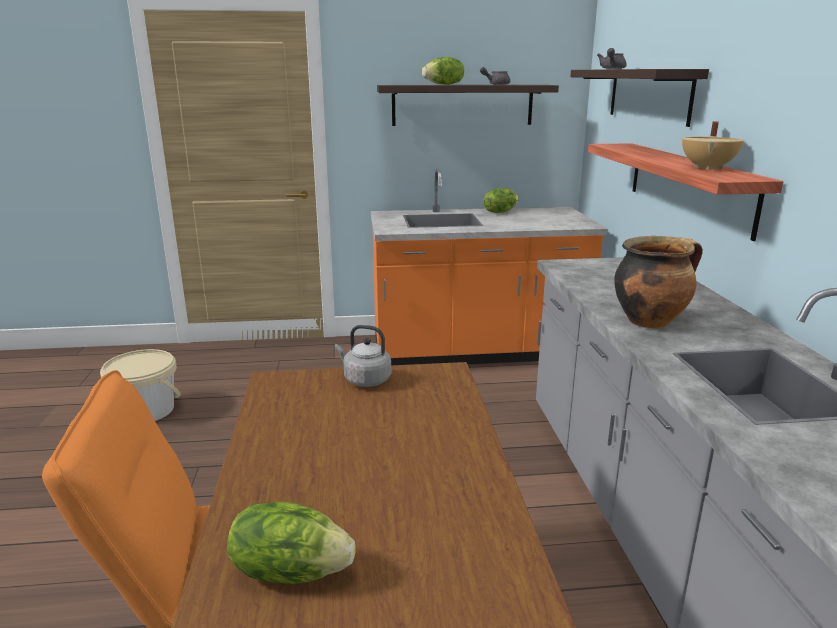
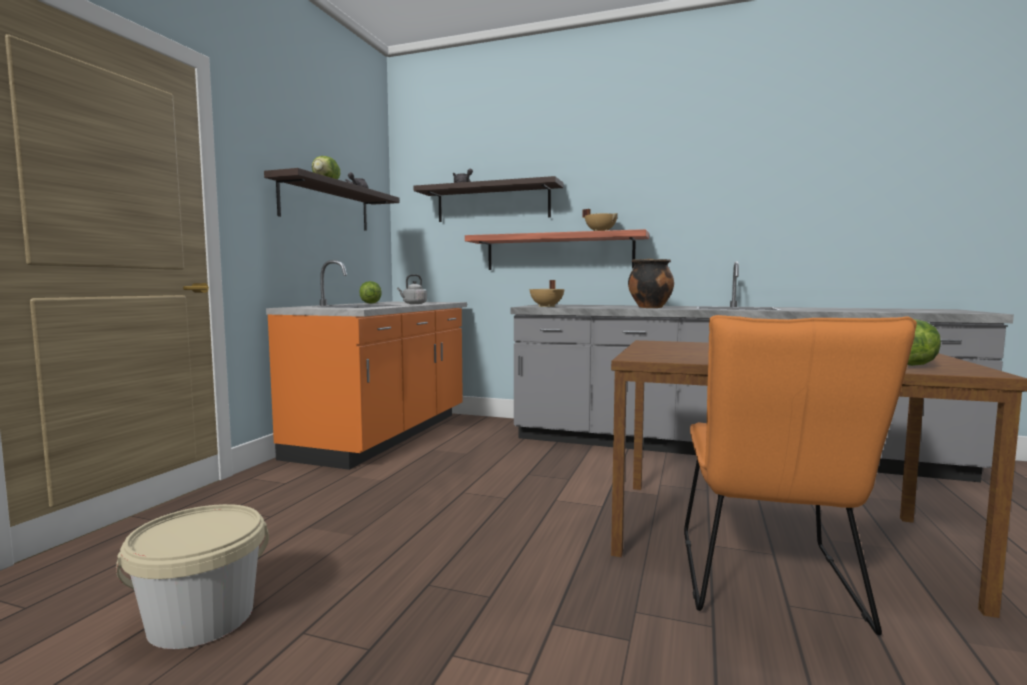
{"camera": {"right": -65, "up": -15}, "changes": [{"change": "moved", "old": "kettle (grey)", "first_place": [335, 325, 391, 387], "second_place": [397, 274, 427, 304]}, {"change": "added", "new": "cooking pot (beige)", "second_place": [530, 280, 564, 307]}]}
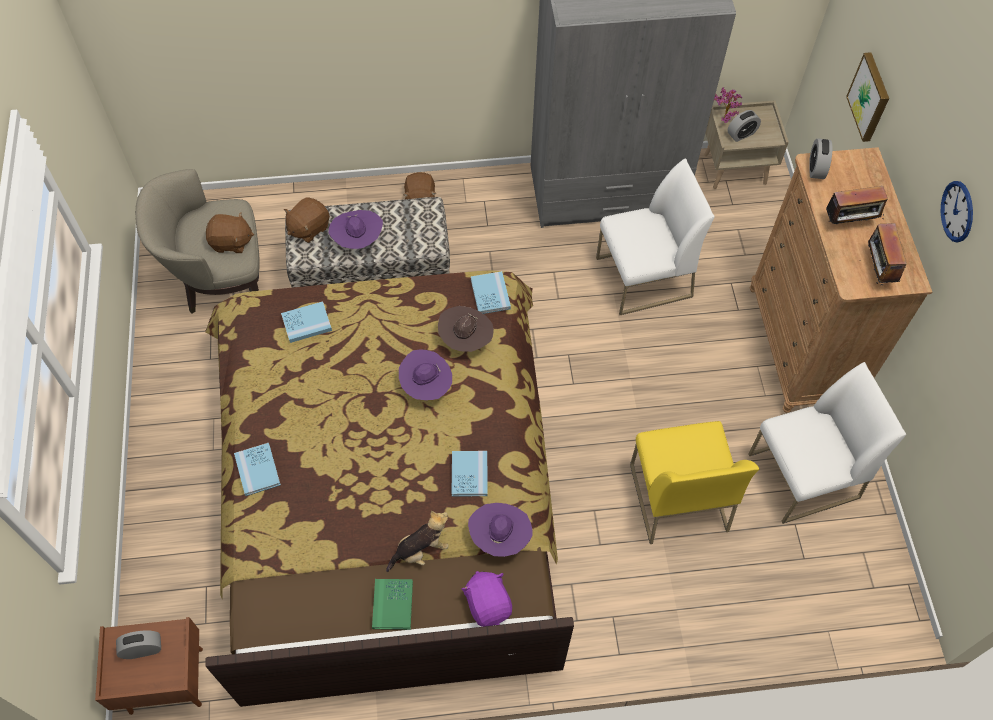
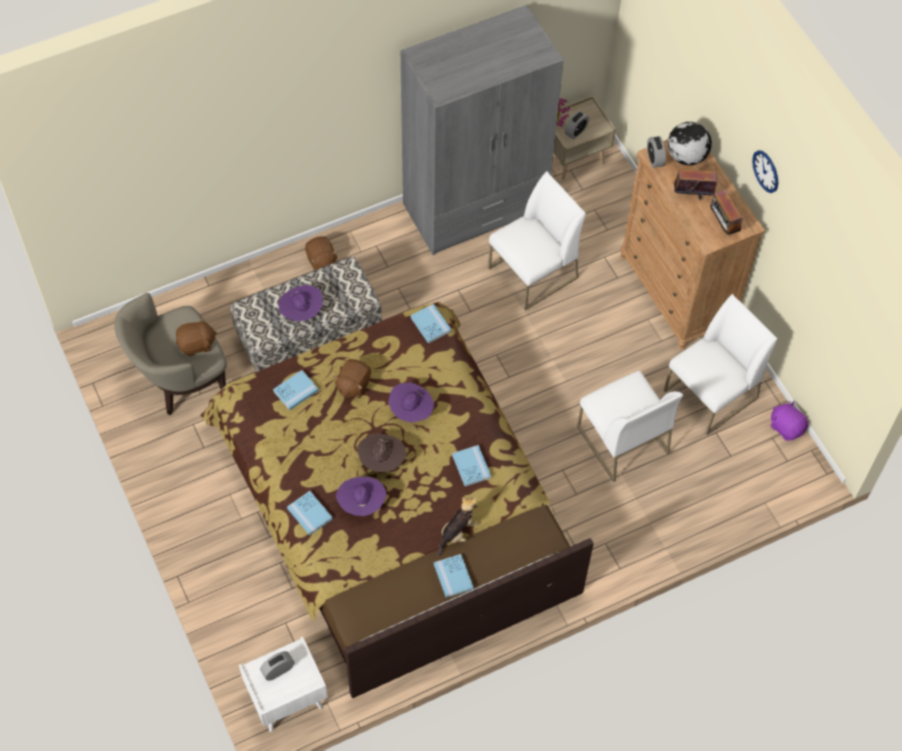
{"camera": {"right": -20, "up": 0}, "changes": [{"change": "removed", "old": "picture", "first_place": [846, 52, 889, 142]}, {"change": "turned", "old": "radio", "first_place": [826, 186, 888, 224], "second_place": [672, 165, 717, 200], "degrees": -150}, {"change": "moved", "old": "plush toy (brown)", "first_place": [284, 197, 330, 243], "second_place": [333, 359, 371, 398]}, {"change": "moved", "old": "hat (brown)", "first_place": [438, 306, 494, 352], "second_place": [357, 434, 406, 472]}, {"change": "recoloured", "old": "chair (yellow)", "new": "chair (white)", "first_place": [630, 421, 759, 544], "second_place": [577, 371, 683, 482]}, {"change": "moved", "old": "hat (purple)", "first_place": [468, 503, 533, 557], "second_place": [336, 477, 387, 516]}, {"change": "moved", "old": "plush toy (purple)", "first_place": [461, 571, 512, 627], "second_place": [771, 401, 809, 441]}, {"change": "recoloured", "old": "book (green)", "new": "book (blue)", "first_place": [372, 579, 413, 630], "second_place": [434, 554, 474, 598]}, {"change": "recoloured", "old": "nightstand (brown)", "new": "nightstand (white)", "first_place": [95, 617, 203, 715], "second_place": [239, 637, 328, 732]}, {"change": "added", "new": "globe", "second_place": [668, 122, 712, 165]}]}
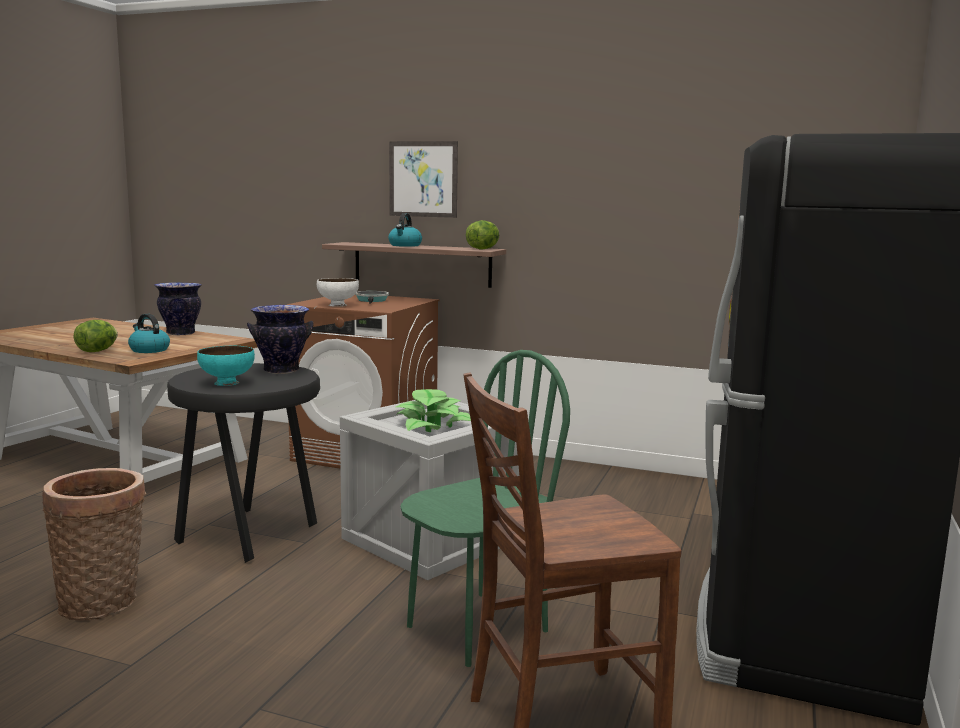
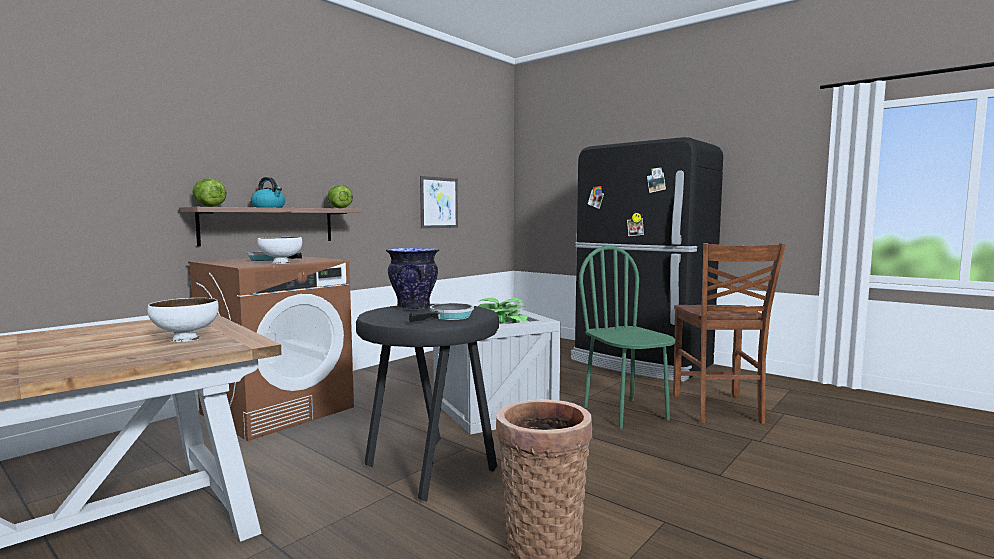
{"camera": {"right": -70, "up": -5}, "changes": [{"change": "moved", "old": "picture", "first_place": [389, 141, 458, 218], "second_place": [420, 176, 458, 229]}, {"change": "removed", "old": "vase", "first_place": [154, 283, 202, 335]}, {"change": "replaced", "old": "kettle", "new": "bowl (white)", "first_place": [128, 314, 170, 353], "second_place": [147, 298, 219, 342]}, {"change": "moved", "old": "lettuce", "first_place": [74, 320, 118, 352], "second_place": [192, 178, 227, 207]}, {"change": "replaced", "old": "bowl (turquoise)", "new": "frying pan", "first_place": [197, 346, 255, 386], "second_place": [409, 303, 474, 322]}]}
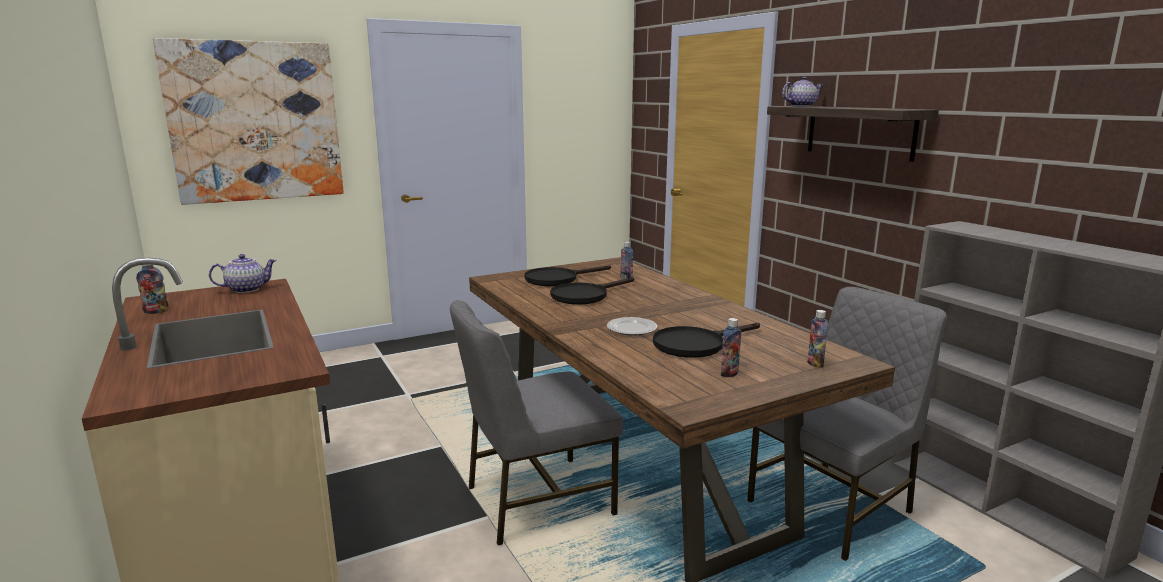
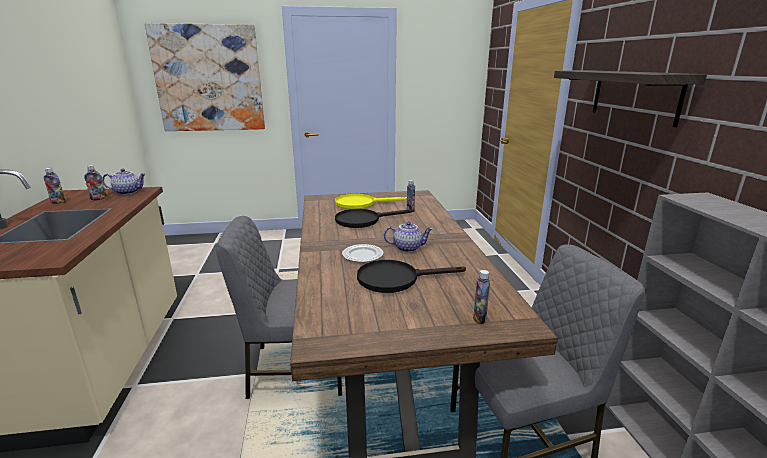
{"camera": {"right": 20, "up": 5}, "changes": [{"change": "moved", "old": "teapot", "first_place": [782, 77, 823, 107], "second_place": [384, 221, 433, 252]}, {"change": "recoloured", "old": "frying pan (black)", "new": "frying pan (yellow)", "first_place": [525, 265, 611, 286], "second_place": [335, 194, 407, 209]}, {"change": "moved", "old": "bottle", "first_place": [721, 318, 741, 377], "second_place": [84, 165, 106, 201]}]}
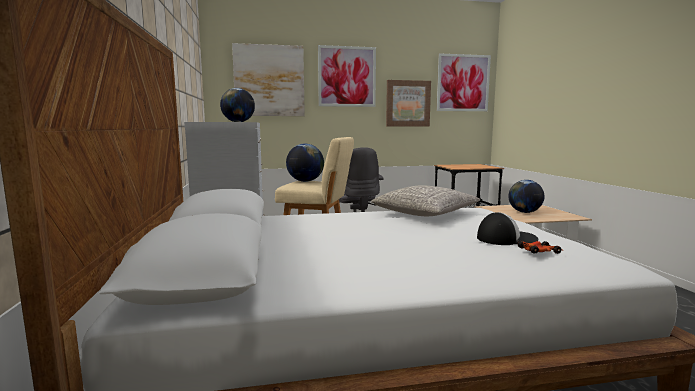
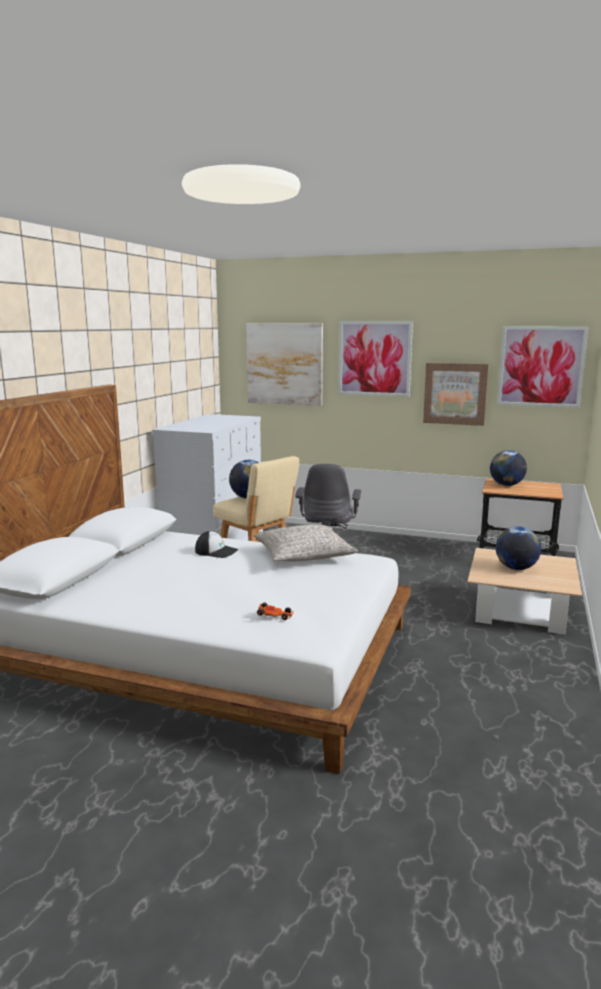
{"camera": {"right": 30, "up": 5}, "changes": [{"change": "moved", "old": "globe", "first_place": [220, 88, 255, 122], "second_place": [490, 450, 527, 486]}, {"change": "moved", "old": "cap", "first_place": [477, 212, 538, 245], "second_place": [195, 531, 238, 558]}]}
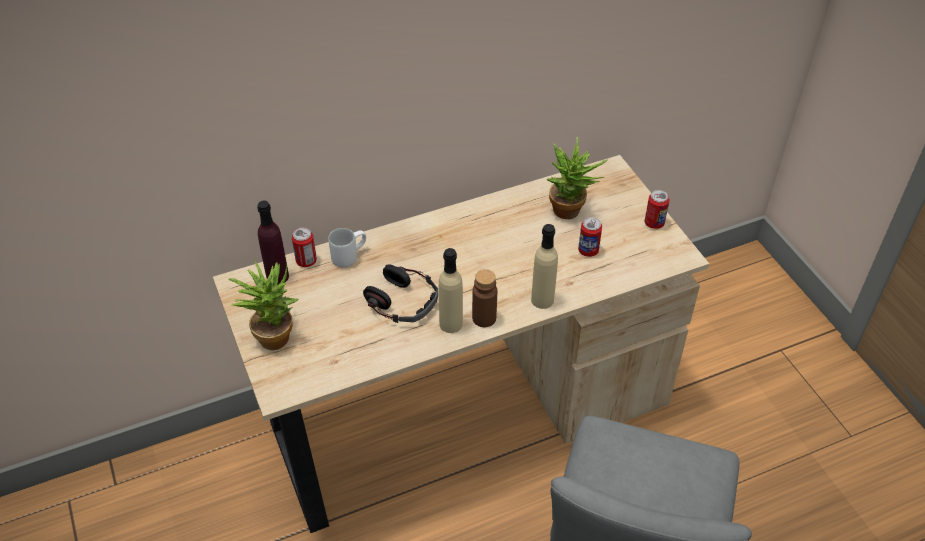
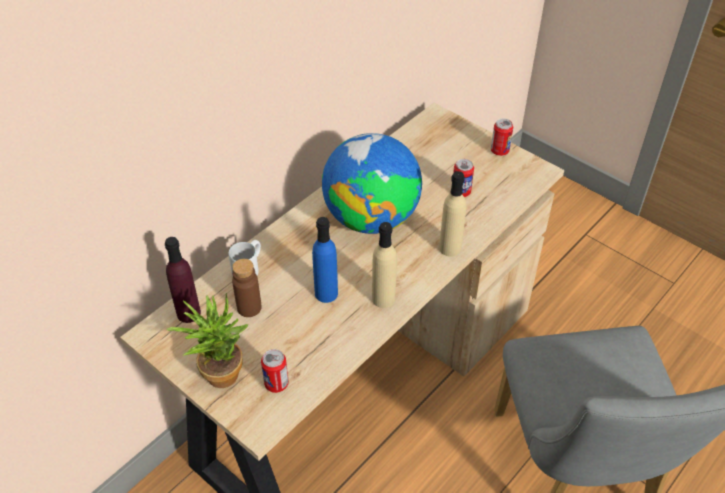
{"camera": {"right": -25, "up": 0}, "changes": [{"change": "removed", "old": "potted plant", "first_place": [546, 137, 608, 219]}, {"change": "moved", "old": "can", "first_place": [292, 227, 317, 267], "second_place": [261, 349, 289, 393]}, {"change": "replaced", "old": "headphones", "new": "bottle (blue)", "first_place": [363, 264, 438, 323], "second_place": [312, 217, 338, 303]}, {"change": "moved", "old": "bottle (brown)", "first_place": [472, 269, 497, 327], "second_place": [232, 259, 262, 317]}, {"change": "added", "new": "globe", "second_place": [322, 133, 422, 234]}]}
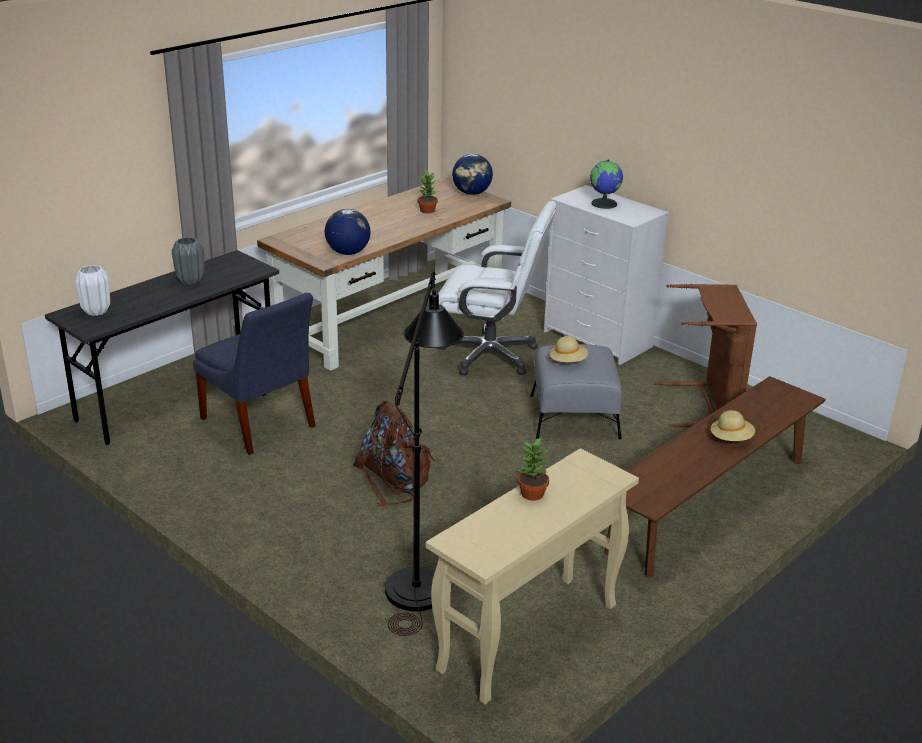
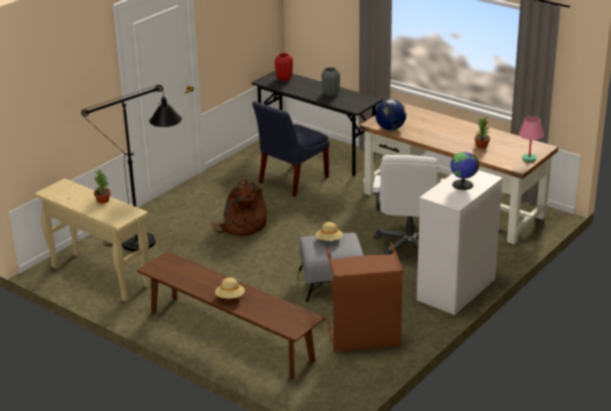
{"camera": {"right": 85, "up": 0}, "changes": [{"change": "replaced", "old": "globe", "new": "table lamp (pink)", "first_place": [452, 154, 493, 195], "second_place": [519, 116, 544, 162]}, {"change": "recoloured", "old": "vase (white)", "new": "vase (red)", "first_place": [75, 265, 110, 316], "second_place": [275, 53, 293, 81]}]}
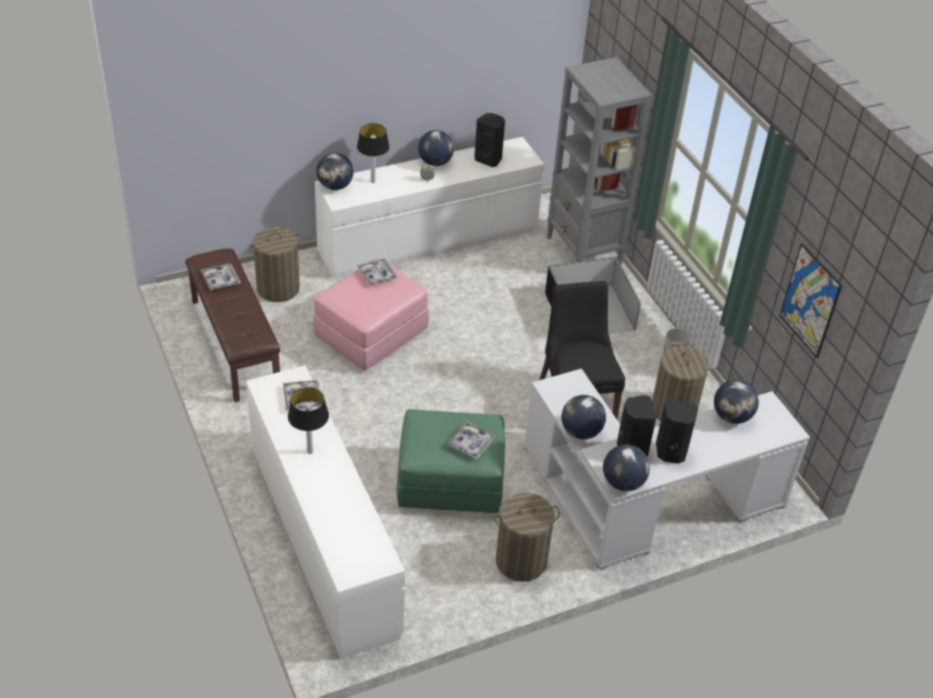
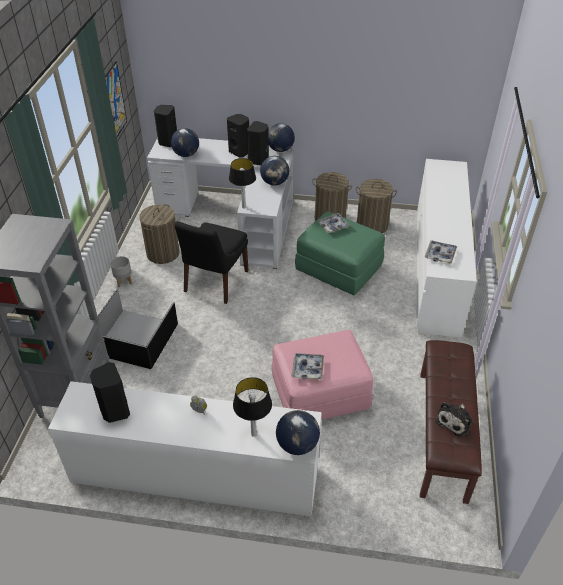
{"camera": {"right": -145, "up": 0}, "changes": [{"change": "removed", "old": "globe", "first_place": [418, 130, 454, 166]}, {"change": "moved", "old": "laundry basket", "first_place": [248, 227, 302, 302], "second_place": [356, 179, 397, 233]}, {"change": "replaced", "old": "tray", "new": "plush toy", "first_place": [201, 263, 241, 291], "second_place": [435, 402, 472, 437]}, {"change": "moved", "old": "table lamp", "first_place": [288, 387, 329, 454], "second_place": [229, 158, 256, 208]}, {"change": "added", "new": "speaker (black)", "second_place": [154, 105, 177, 147]}]}
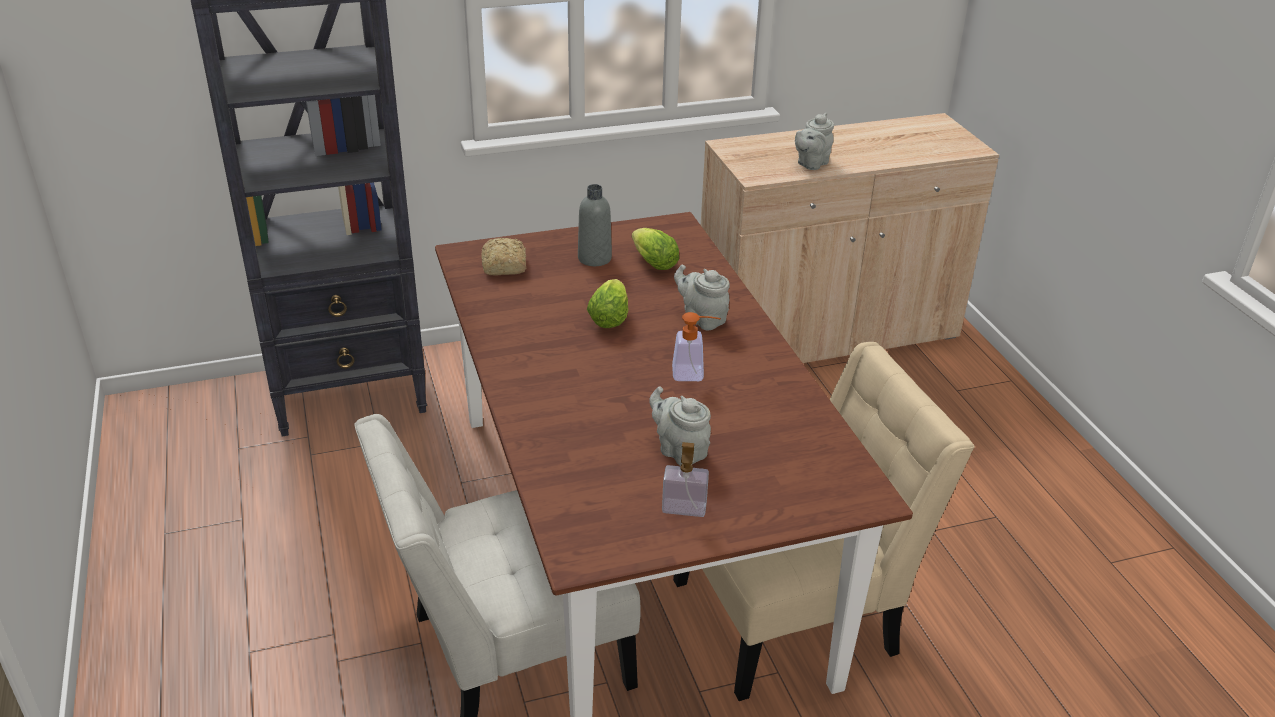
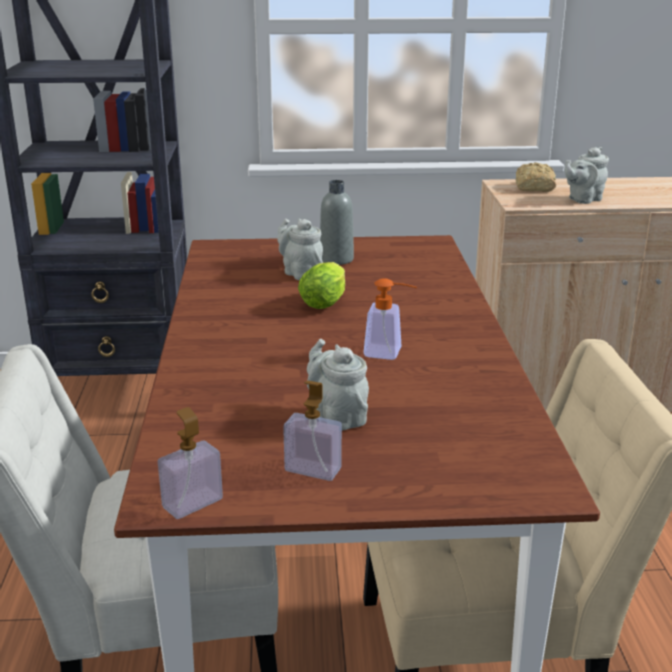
{"camera": {"right": 15, "up": -10}, "changes": [{"change": "removed", "old": "lettuce", "first_place": [632, 228, 679, 270]}, {"change": "moved", "old": "bread", "first_place": [481, 238, 526, 275], "second_place": [515, 162, 556, 192]}, {"change": "moved", "old": "teapot (grey)", "first_place": [674, 264, 730, 330], "second_place": [277, 218, 323, 280]}, {"change": "added", "new": "soap dispenser", "second_place": [158, 407, 223, 519]}]}
